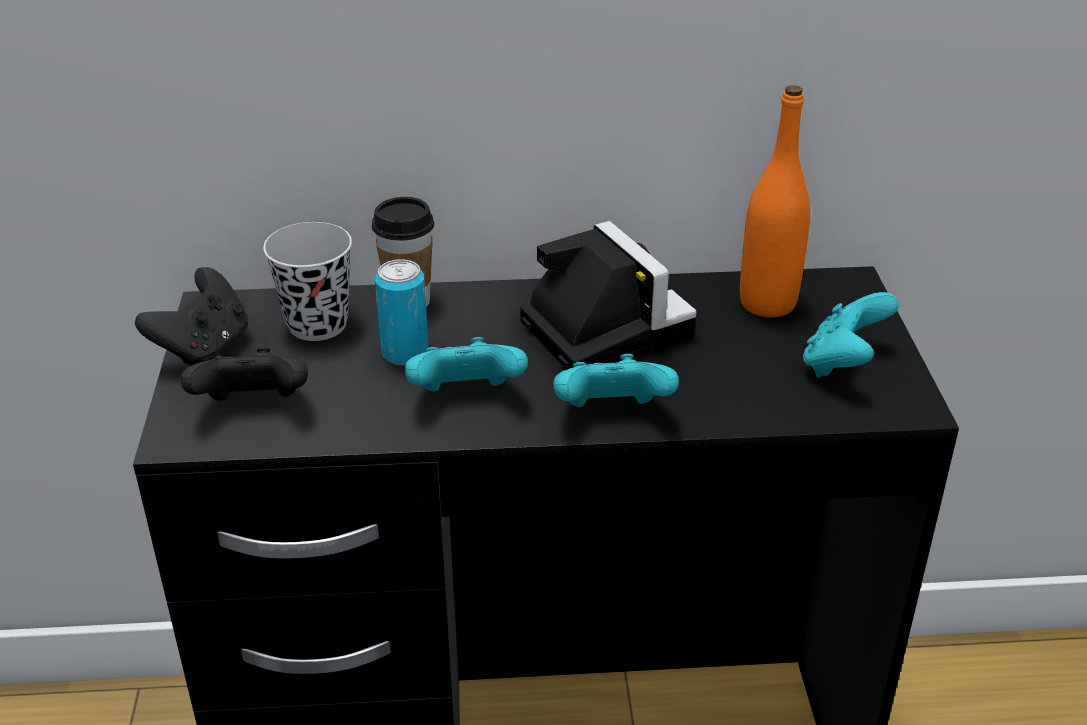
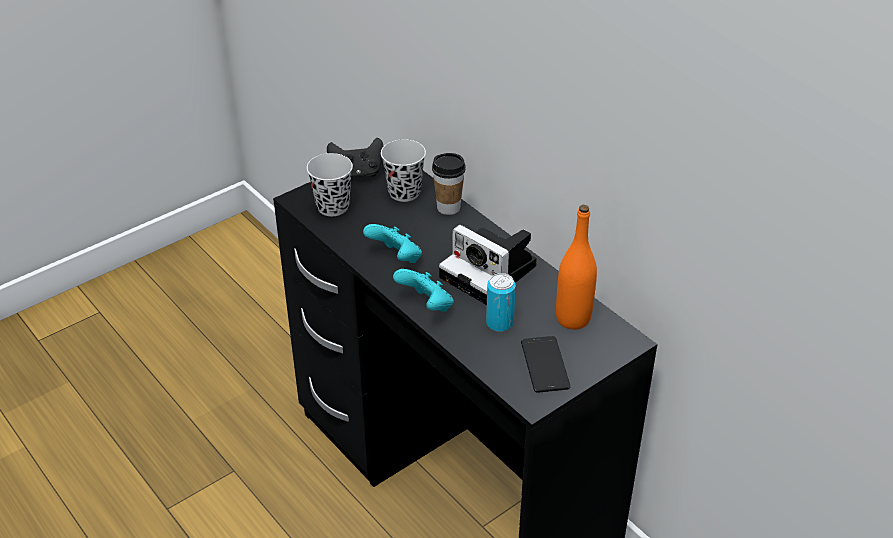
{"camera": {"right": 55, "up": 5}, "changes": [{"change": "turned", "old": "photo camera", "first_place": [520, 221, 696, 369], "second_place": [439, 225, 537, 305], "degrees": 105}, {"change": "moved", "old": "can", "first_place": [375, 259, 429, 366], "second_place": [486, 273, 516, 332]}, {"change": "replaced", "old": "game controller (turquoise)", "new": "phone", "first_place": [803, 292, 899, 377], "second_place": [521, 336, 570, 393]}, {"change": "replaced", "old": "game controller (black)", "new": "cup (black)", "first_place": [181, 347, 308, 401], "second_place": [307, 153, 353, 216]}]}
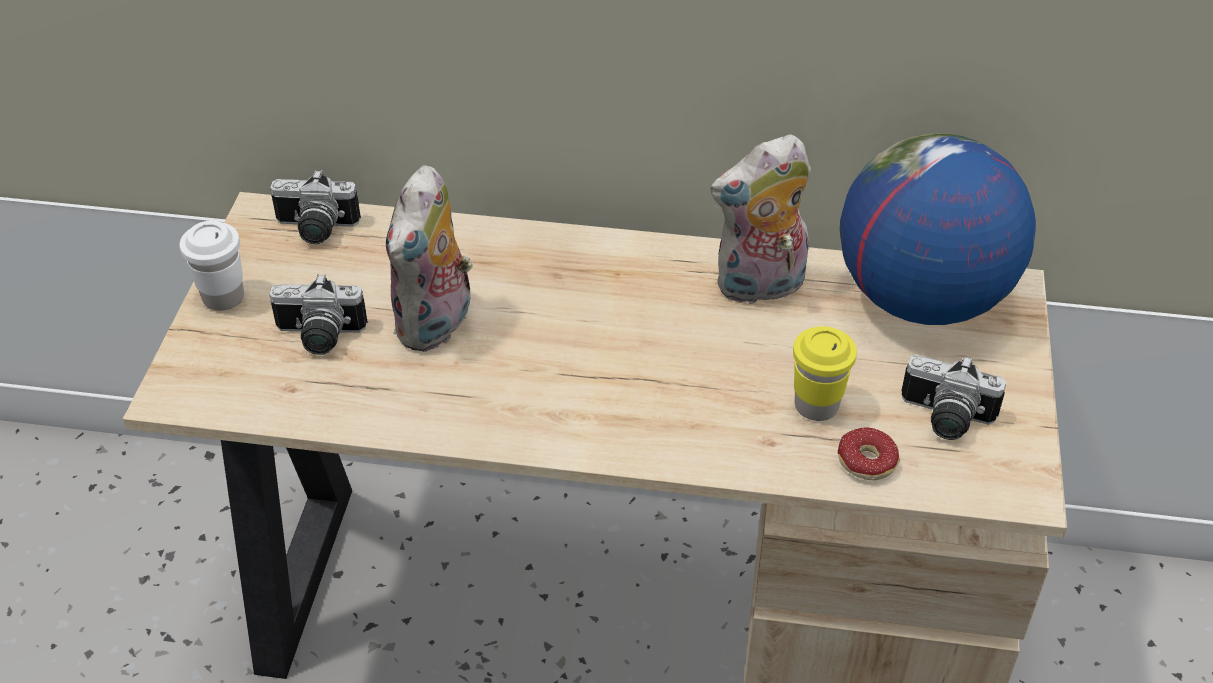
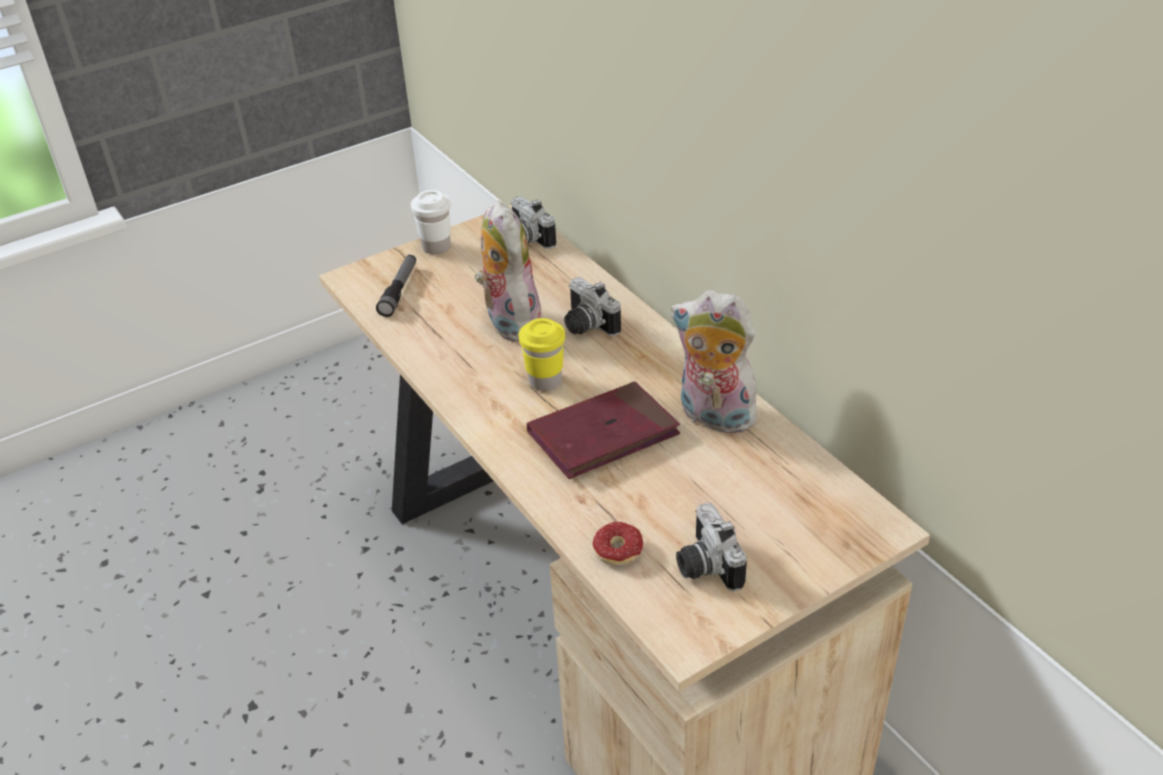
{"camera": {"right": 50, "up": -5}, "changes": [{"change": "removed", "old": "globe", "first_place": [840, 133, 1036, 325]}, {"change": "turned", "old": "plush toy", "first_place": [386, 165, 473, 352], "second_place": [475, 200, 542, 342], "degrees": 90}, {"change": "moved", "old": "photo camera", "first_place": [269, 274, 368, 355], "second_place": [564, 277, 621, 336]}, {"change": "moved", "old": "cup (yellow)", "first_place": [793, 326, 857, 421], "second_place": [519, 318, 565, 391]}, {"change": "added", "new": "flashlight", "second_place": [376, 255, 416, 317]}, {"change": "added", "new": "book (red)", "second_place": [527, 382, 680, 479]}]}
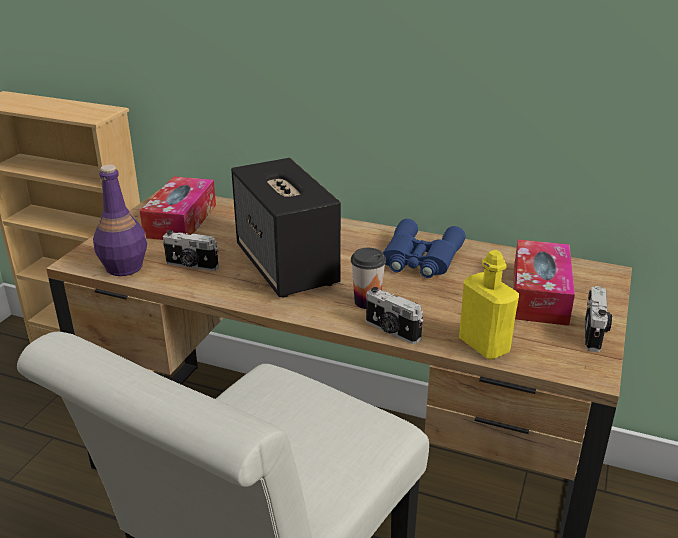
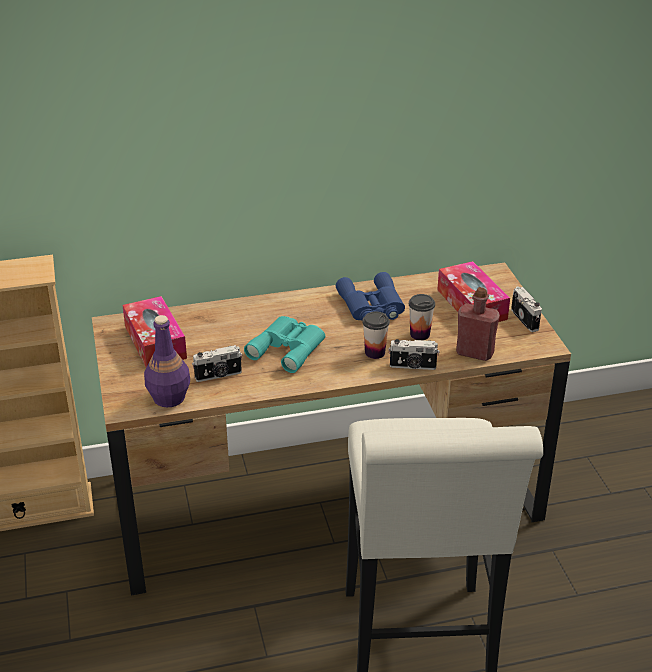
{"camera": {"right": -35, "up": 5}, "changes": [{"change": "replaced", "old": "speaker", "new": "binoculars (turquoise)", "first_place": [231, 158, 341, 297], "second_place": [244, 316, 325, 373]}, {"change": "recoloured", "old": "bottle (yellow)", "new": "bottle (red)", "first_place": [459, 250, 519, 360], "second_place": [456, 287, 500, 361]}, {"change": "added", "new": "cup", "second_place": [409, 294, 435, 340]}]}
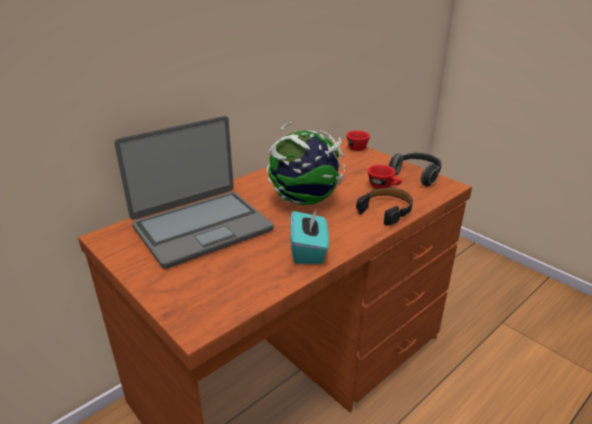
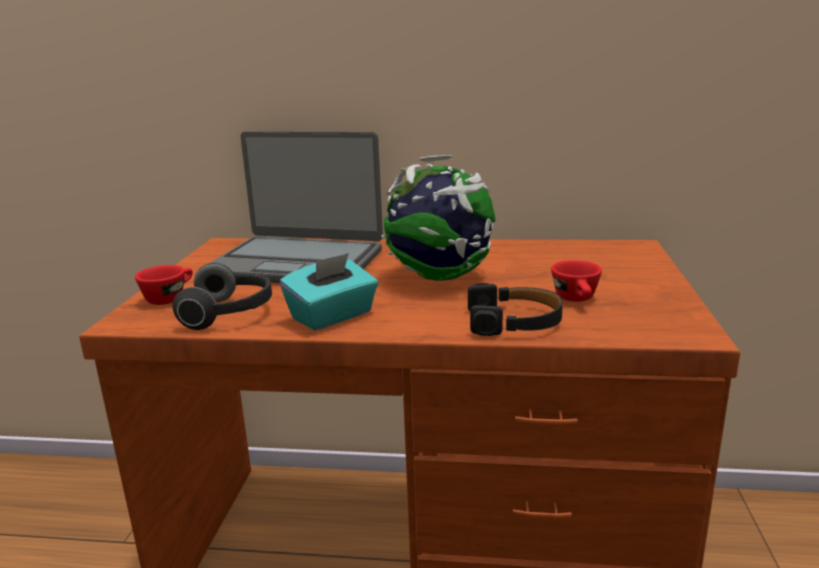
{"camera": {"right": 50, "up": -10}, "changes": [{"change": "moved", "old": "cup (red)", "first_place": [346, 131, 370, 151], "second_place": [135, 265, 193, 305]}, {"change": "moved", "old": "headphones", "first_place": [389, 153, 441, 186], "second_place": [173, 263, 272, 330]}]}
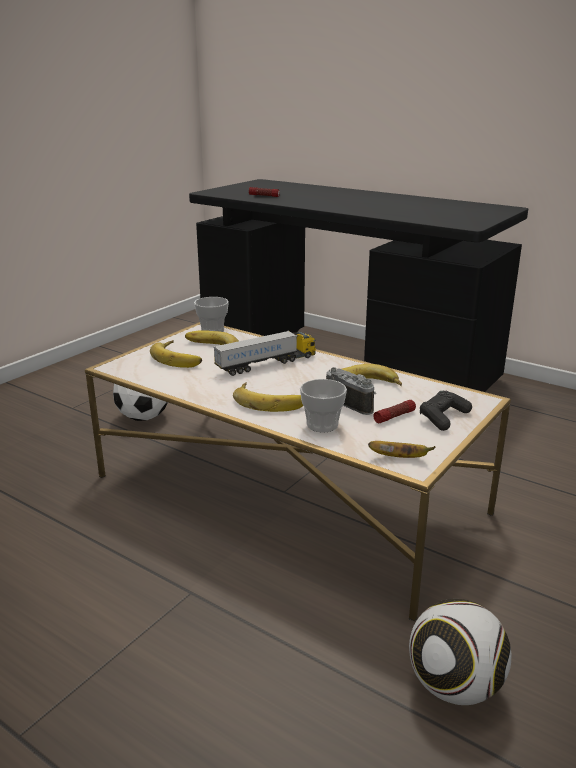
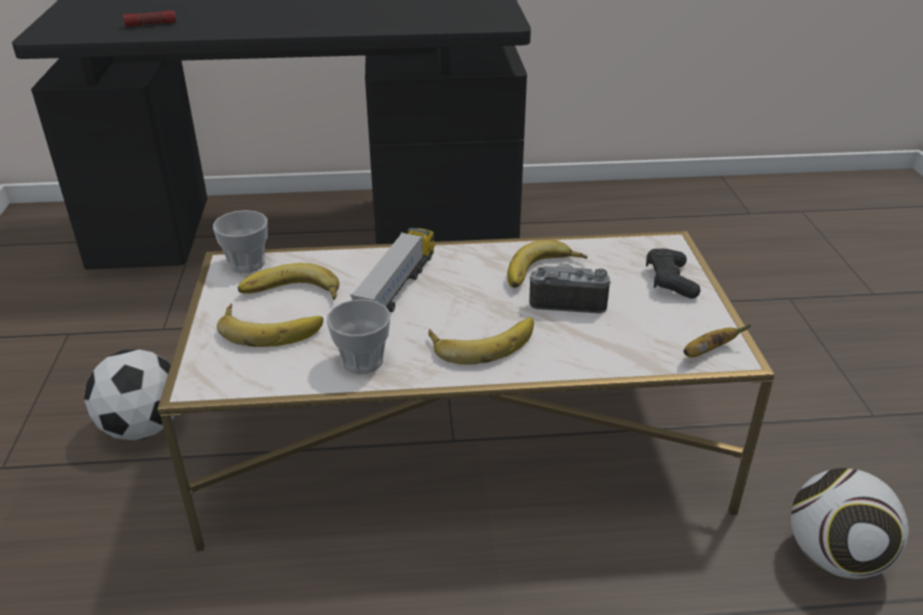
{"camera": {"right": -40, "up": 10}, "changes": [{"change": "moved", "old": "cup", "first_place": [300, 379, 347, 433], "second_place": [327, 299, 390, 374]}, {"change": "removed", "old": "flashlight", "first_place": [373, 400, 416, 423]}]}
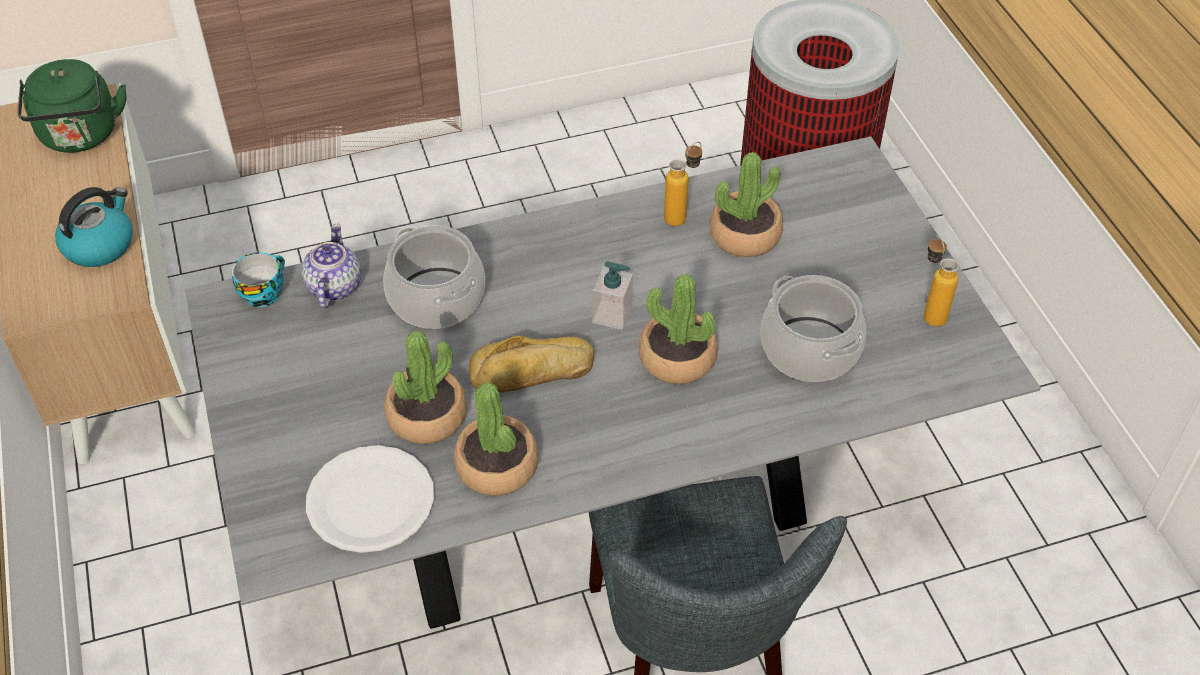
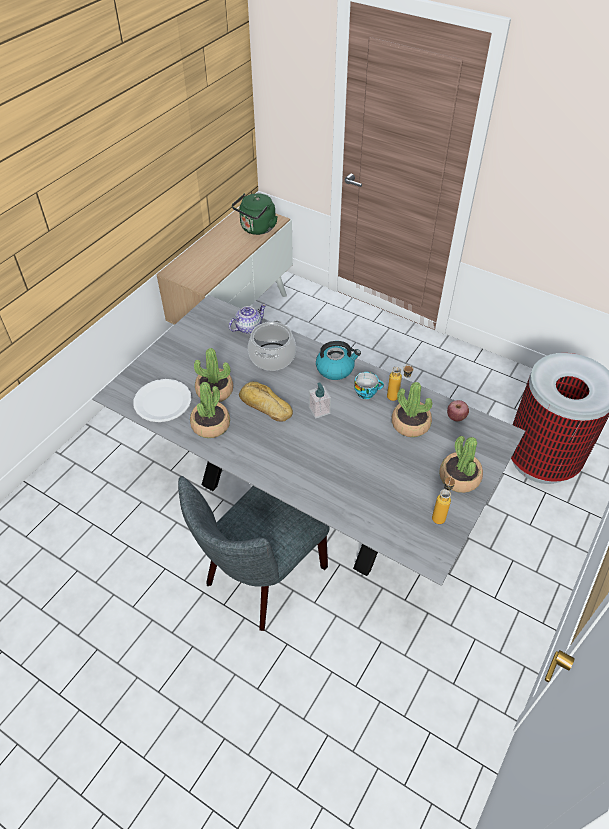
{"camera": {"right": 50, "up": 0}, "changes": [{"change": "moved", "old": "kettle", "first_place": [55, 187, 133, 267], "second_place": [316, 341, 361, 380]}, {"change": "moved", "old": "cup", "first_place": [232, 252, 285, 307], "second_place": [354, 372, 384, 399]}, {"change": "moved", "old": "potted plant", "first_place": [638, 274, 718, 384], "second_place": [439, 436, 483, 493]}, {"change": "removed", "old": "cooking pot", "first_place": [760, 275, 866, 382]}, {"change": "added", "new": "apple", "second_place": [447, 400, 469, 421]}]}
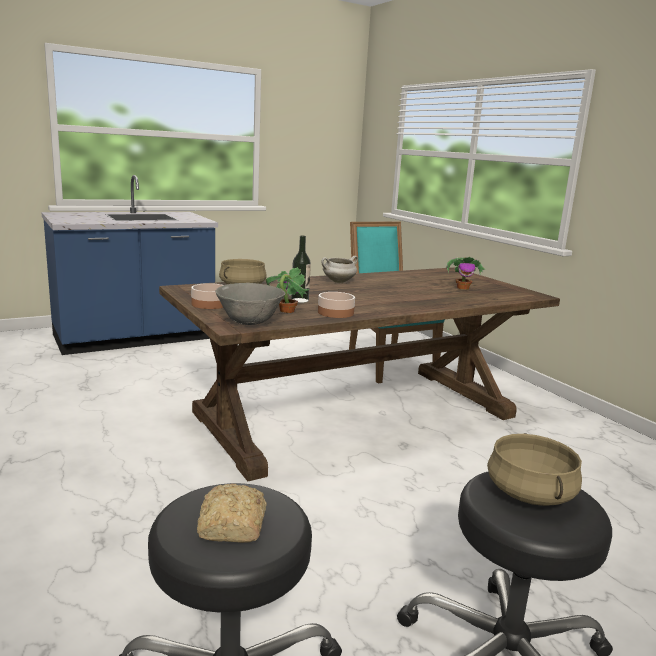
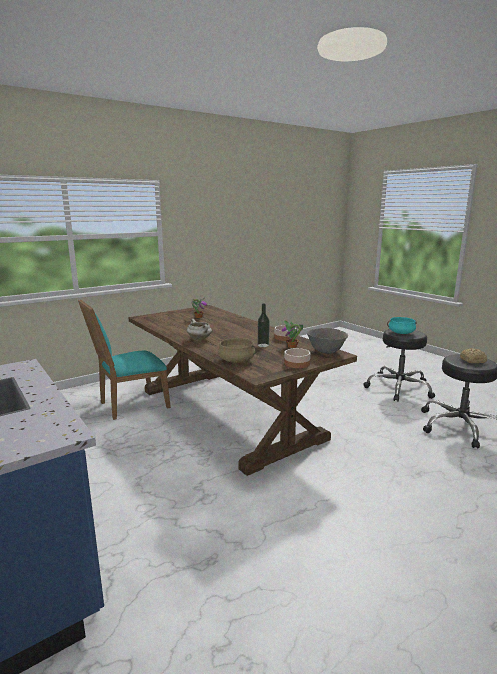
{"camera": {"right": -95, "up": 0}, "changes": [{"change": "recoloured", "old": "cooking pot (beige)", "new": "cooking pot (turquoise)", "first_place": [487, 433, 582, 506], "second_place": [387, 317, 416, 334]}]}
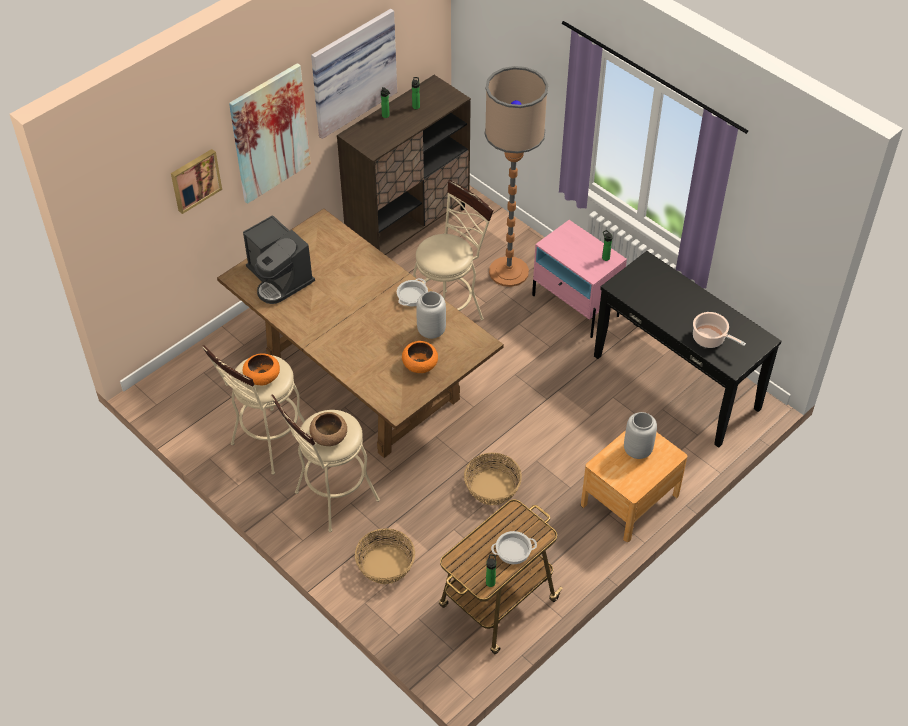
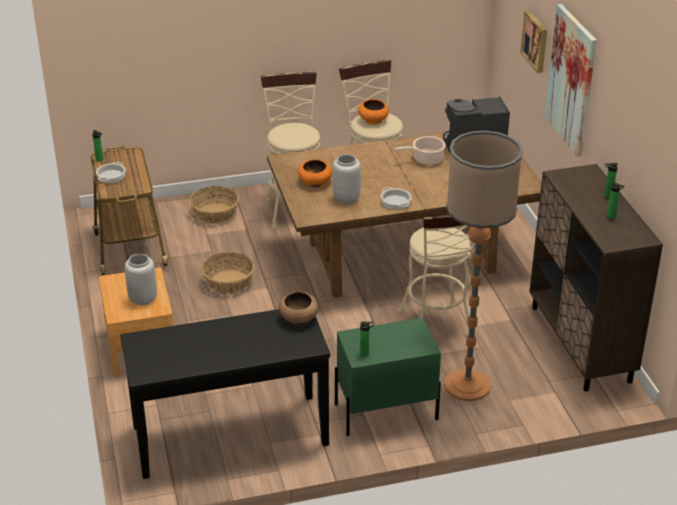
{"camera": {"right": 120, "up": -15}, "changes": [{"change": "removed", "old": "picture", "first_place": [311, 9, 397, 139]}, {"change": "recoloured", "old": "nightstand (pink)", "new": "nightstand (green)", "first_place": [532, 220, 627, 338], "second_place": [335, 318, 441, 436]}, {"change": "moved", "old": "cooking pot", "first_place": [693, 312, 746, 348], "second_place": [394, 136, 446, 165]}, {"change": "moved", "old": "bowl (brown)", "first_place": [309, 412, 347, 446], "second_place": [279, 292, 318, 325]}]}
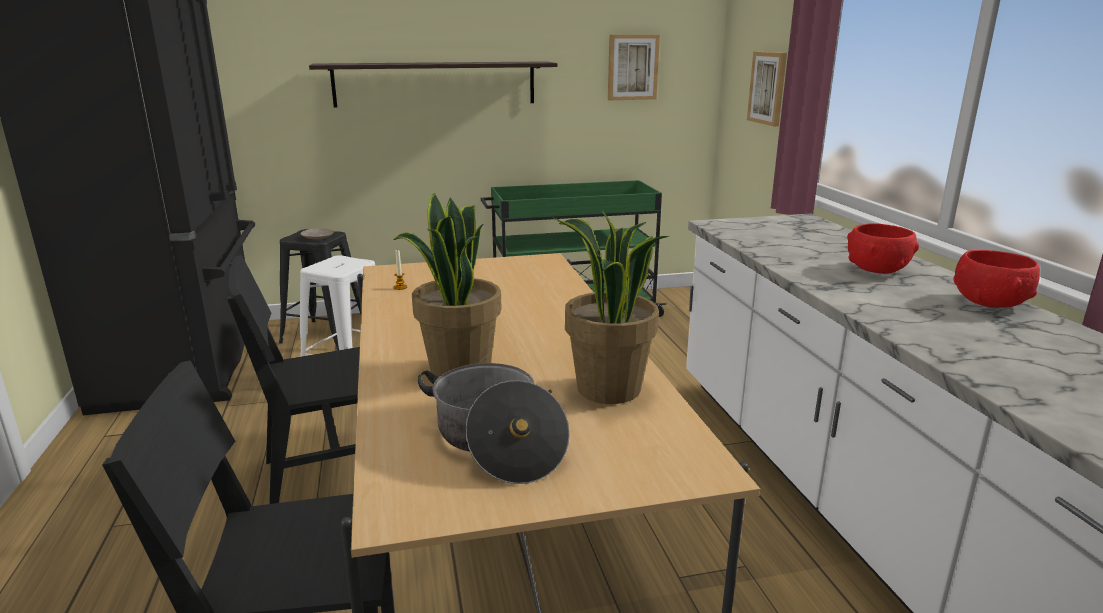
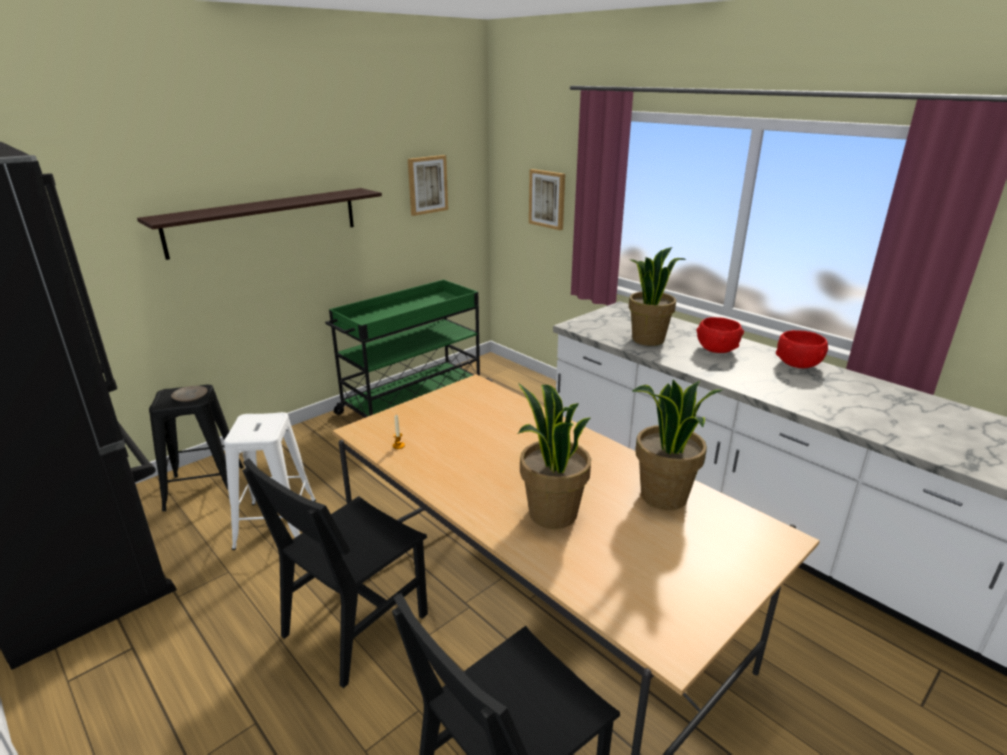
{"camera": {"right": -30, "up": 5}, "changes": [{"change": "removed", "old": "cooking pot", "first_place": [418, 363, 570, 484]}, {"change": "added", "new": "potted plant", "second_place": [628, 247, 686, 346]}]}
